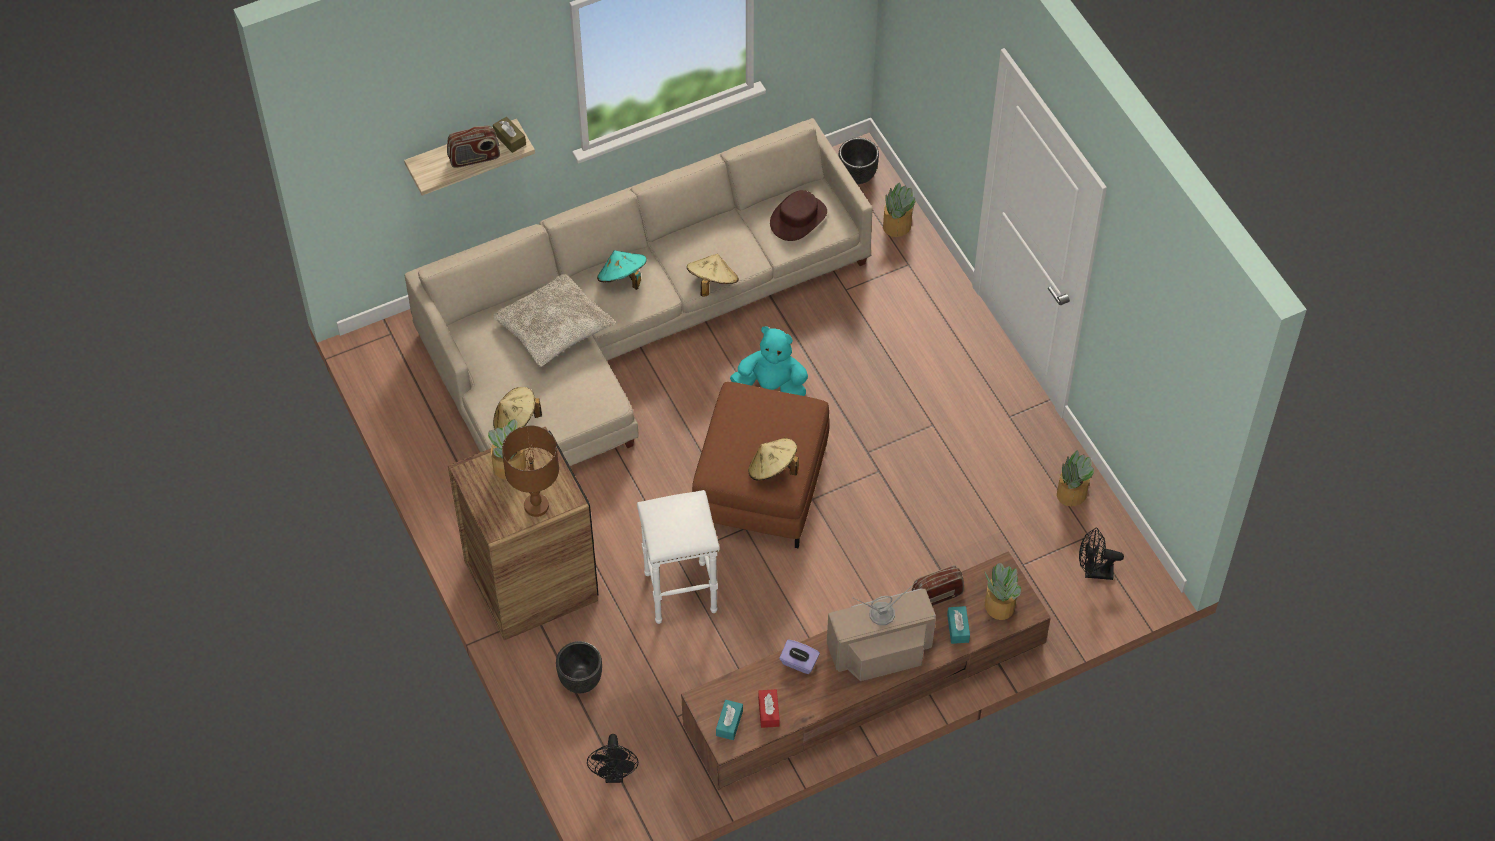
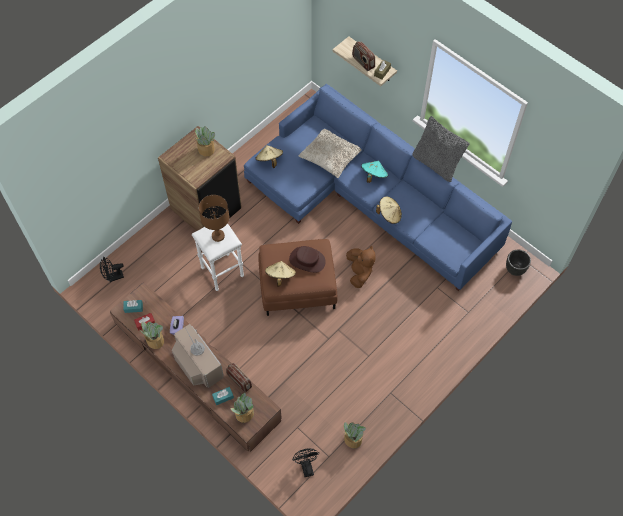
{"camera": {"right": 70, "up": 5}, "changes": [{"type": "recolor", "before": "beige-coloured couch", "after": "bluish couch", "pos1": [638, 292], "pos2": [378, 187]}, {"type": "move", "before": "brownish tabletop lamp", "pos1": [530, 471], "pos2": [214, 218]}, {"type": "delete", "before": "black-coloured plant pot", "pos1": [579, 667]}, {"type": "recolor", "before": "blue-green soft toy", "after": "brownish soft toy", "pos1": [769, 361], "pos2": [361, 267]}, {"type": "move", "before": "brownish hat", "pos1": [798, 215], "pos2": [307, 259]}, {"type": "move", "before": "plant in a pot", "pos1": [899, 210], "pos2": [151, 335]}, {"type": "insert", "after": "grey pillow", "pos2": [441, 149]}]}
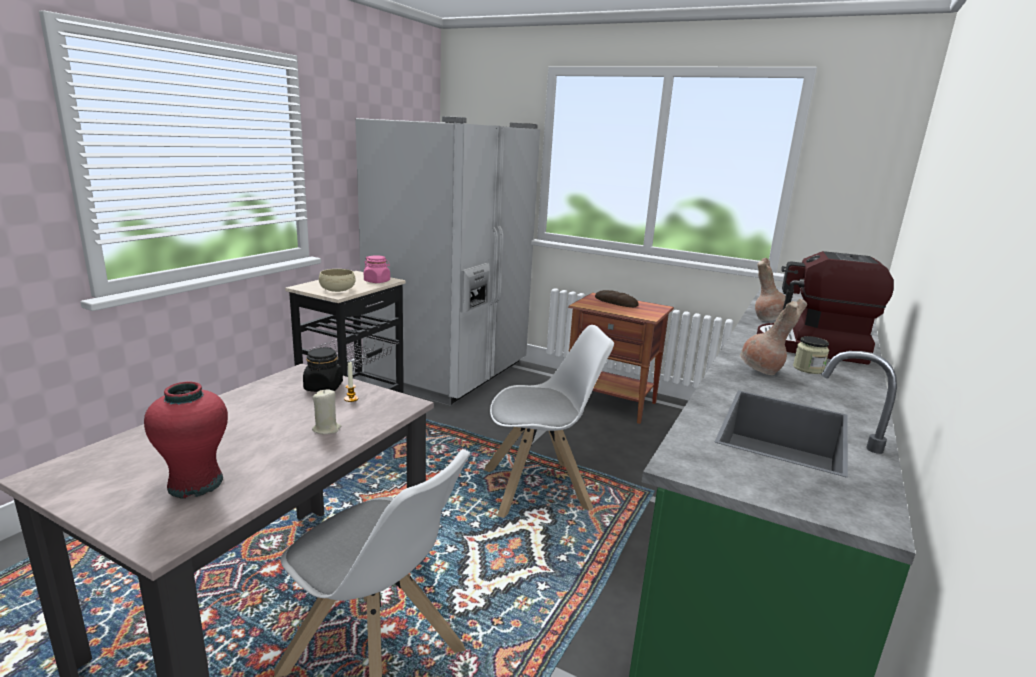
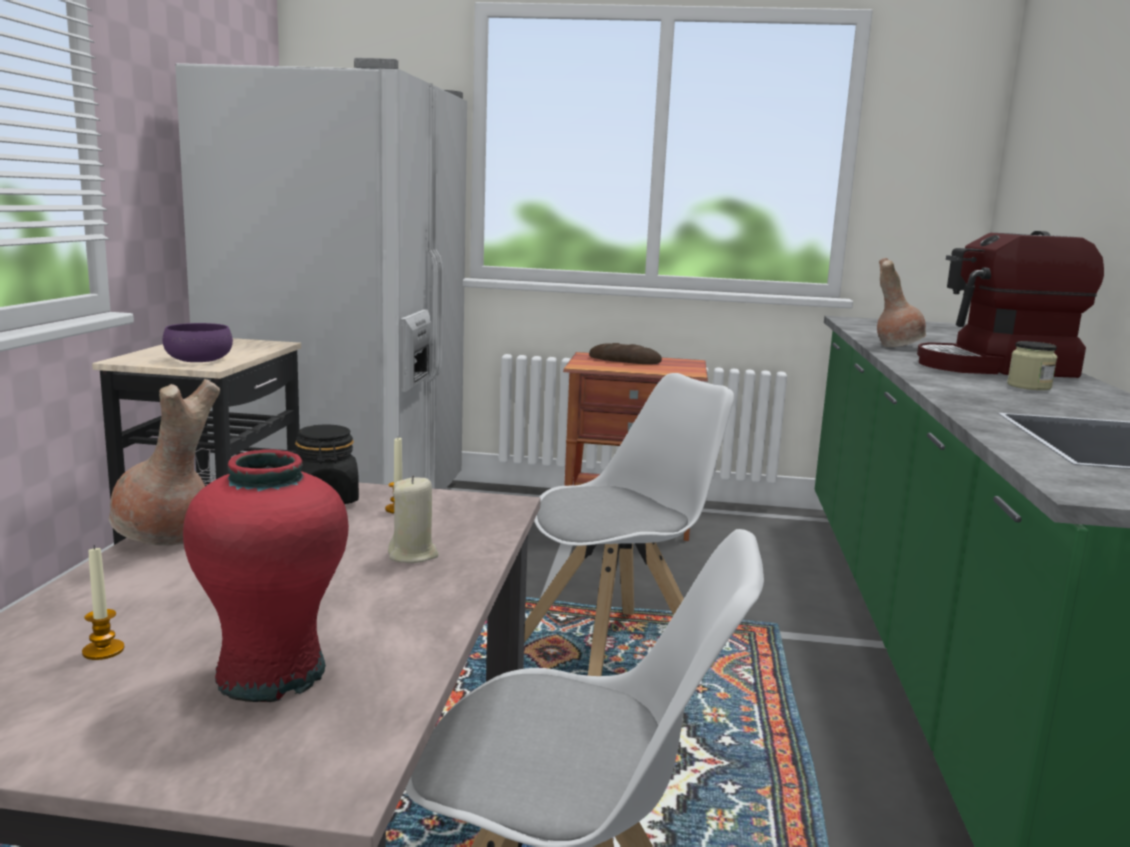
{"camera": {"right": -20, "up": -5}, "changes": [{"type": "recolor", "before": "beige-coloured deep dish", "after": "purple-coloured deep dish", "pos1": [337, 280], "pos2": [197, 342]}, {"type": "delete", "before": "pink-coloured jar", "pos1": [377, 269]}, {"type": "move", "before": "brownish vase", "pos1": [773, 337], "pos2": [164, 462]}, {"type": "insert", "after": "candle", "pos2": [103, 602]}]}
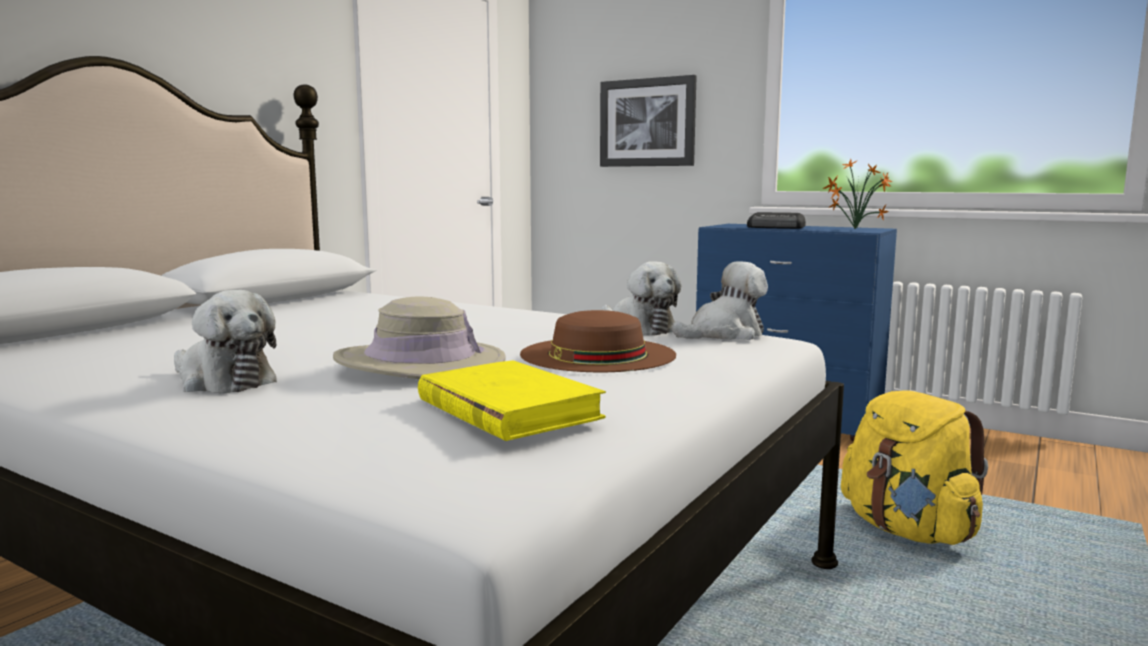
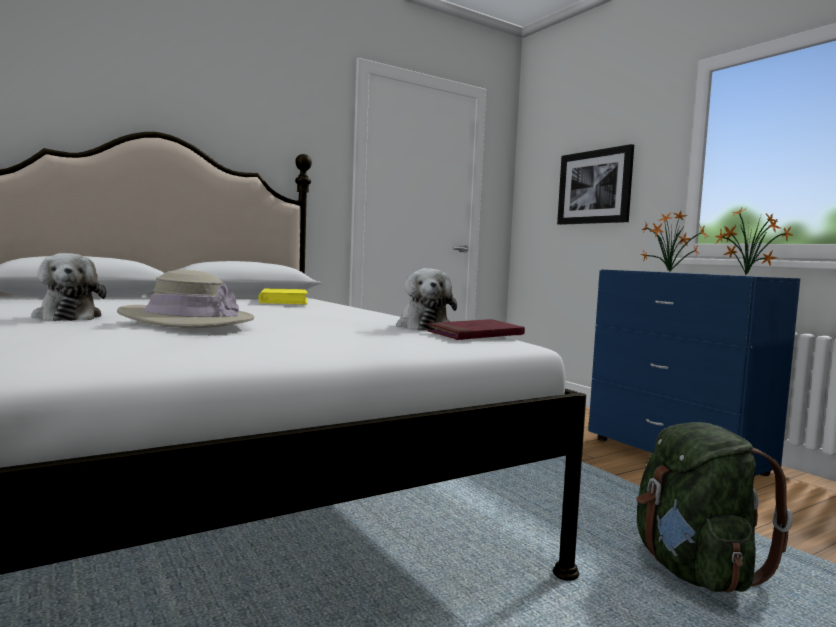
{"camera": {"right": 25, "up": -5}, "changes": [{"type": "move", "before": "yellow volume", "pos1": [512, 400], "pos2": [283, 296]}, {"type": "delete", "before": "brownish hat", "pos1": [598, 341]}, {"type": "replace", "before": "soft toy", "after": "red-coloured volume", "pos1": [720, 301], "pos2": [476, 329]}, {"type": "replace", "before": "radio set", "after": "plant in a pot", "pos1": [776, 220], "pos2": [674, 241]}, {"type": "recolor", "before": "yellow rucksack", "after": "green rucksack", "pos1": [914, 467], "pos2": [714, 507]}]}
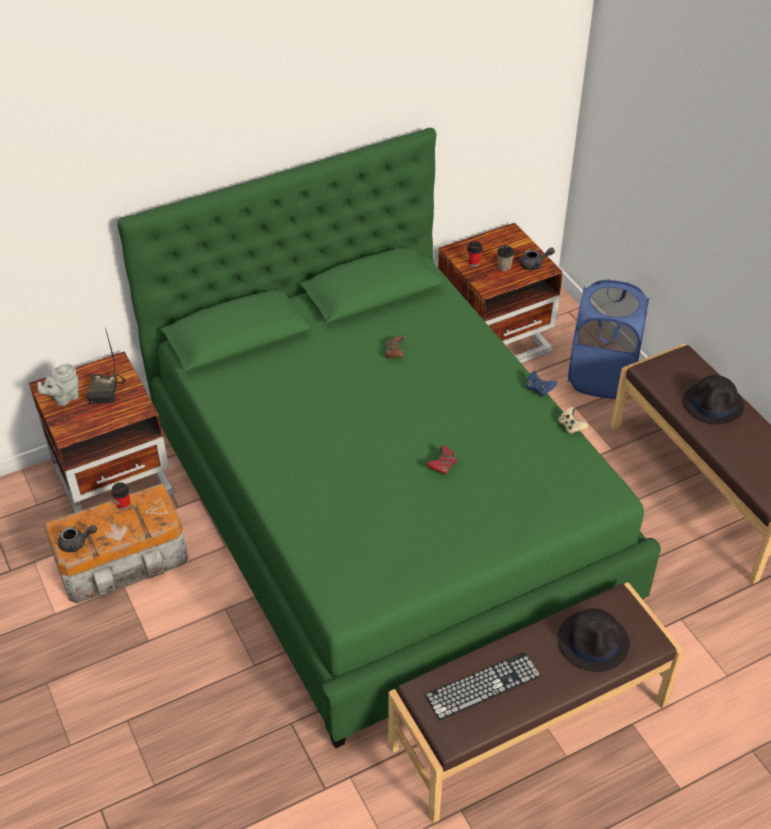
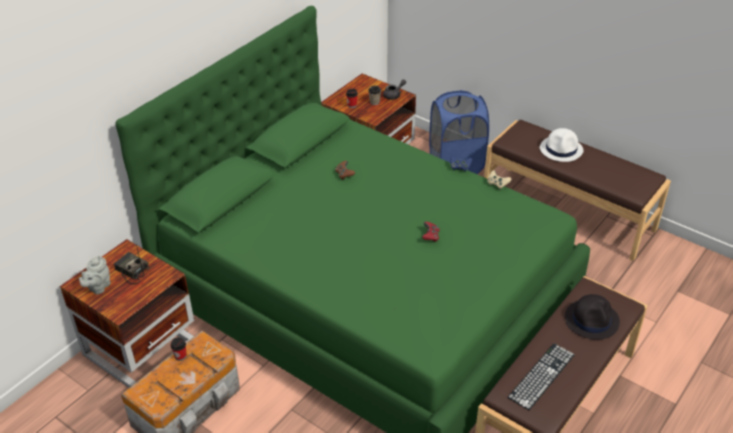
{"camera": {"right": -25, "up": -5}, "changes": [{"type": "delete", "before": "grey pot for tea", "pos1": [77, 538]}, {"type": "rotate", "before": "radio set", "pos1": [106, 366], "pos2": [132, 264], "turn": 150}, {"type": "recolor", "before": "black-coloured hat", "after": "white hat", "pos1": [713, 400], "pos2": [561, 145]}]}
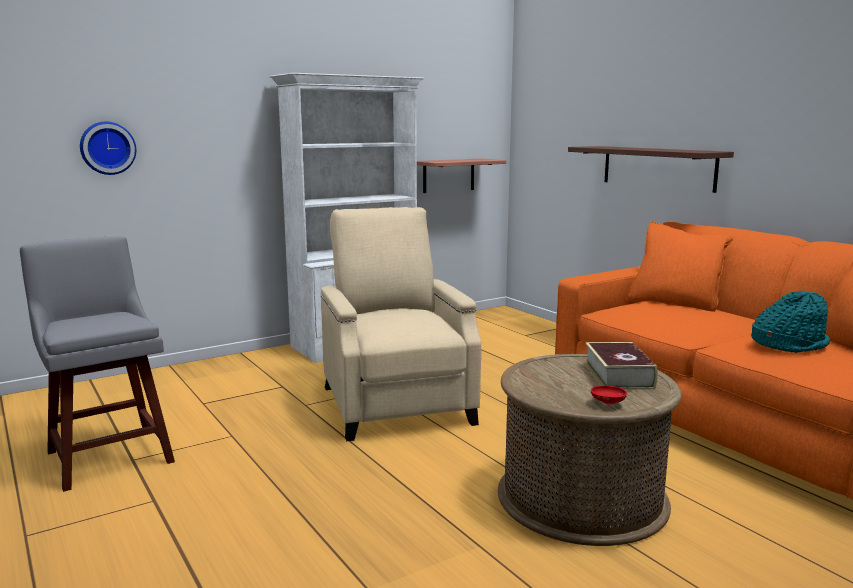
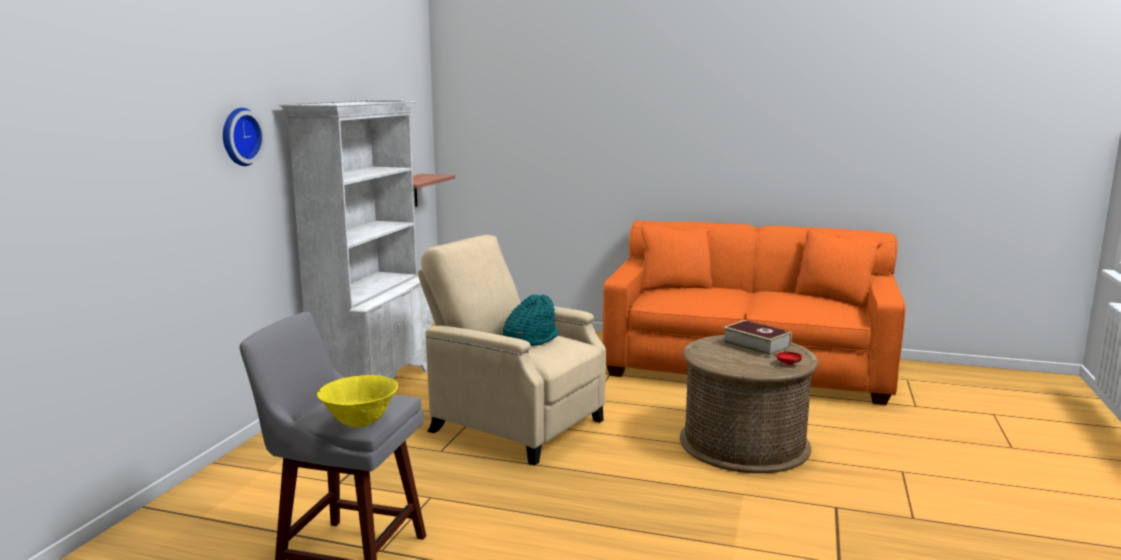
{"camera": {"right": -40, "up": 0}, "changes": [{"type": "move", "before": "wall clock", "pos1": [108, 148], "pos2": [244, 137]}, {"type": "delete", "before": "shelf", "pos1": [651, 169]}, {"type": "move", "before": "blue-green hat", "pos1": [790, 322], "pos2": [530, 320]}, {"type": "insert", "after": "yellow deep dish", "pos2": [357, 401]}]}
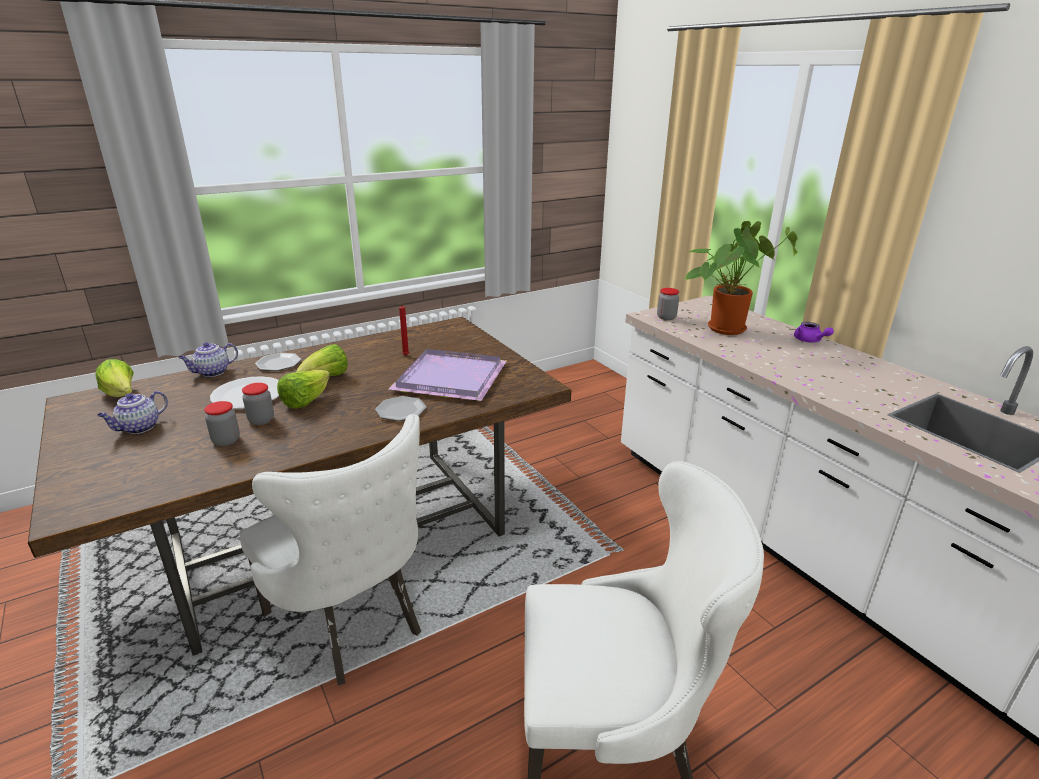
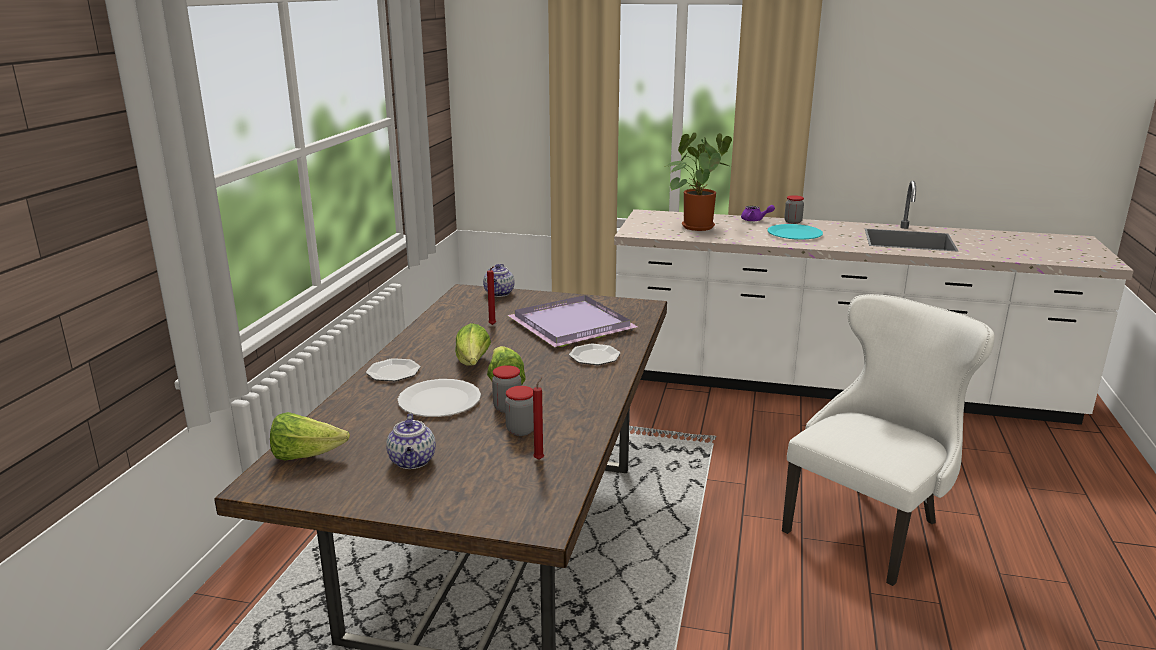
{"camera": {"right": -45, "up": -5}, "changes": [{"type": "move", "before": "pot for tea", "pos1": [208, 359], "pos2": [499, 280]}, {"type": "delete", "before": "white upright chair", "pos1": [330, 549]}, {"type": "move", "before": "jar", "pos1": [668, 304], "pos2": [794, 209]}, {"type": "insert", "after": "red-coloured candle", "pos2": [538, 418]}, {"type": "insert", "after": "blue-green flat dish", "pos2": [795, 232]}]}
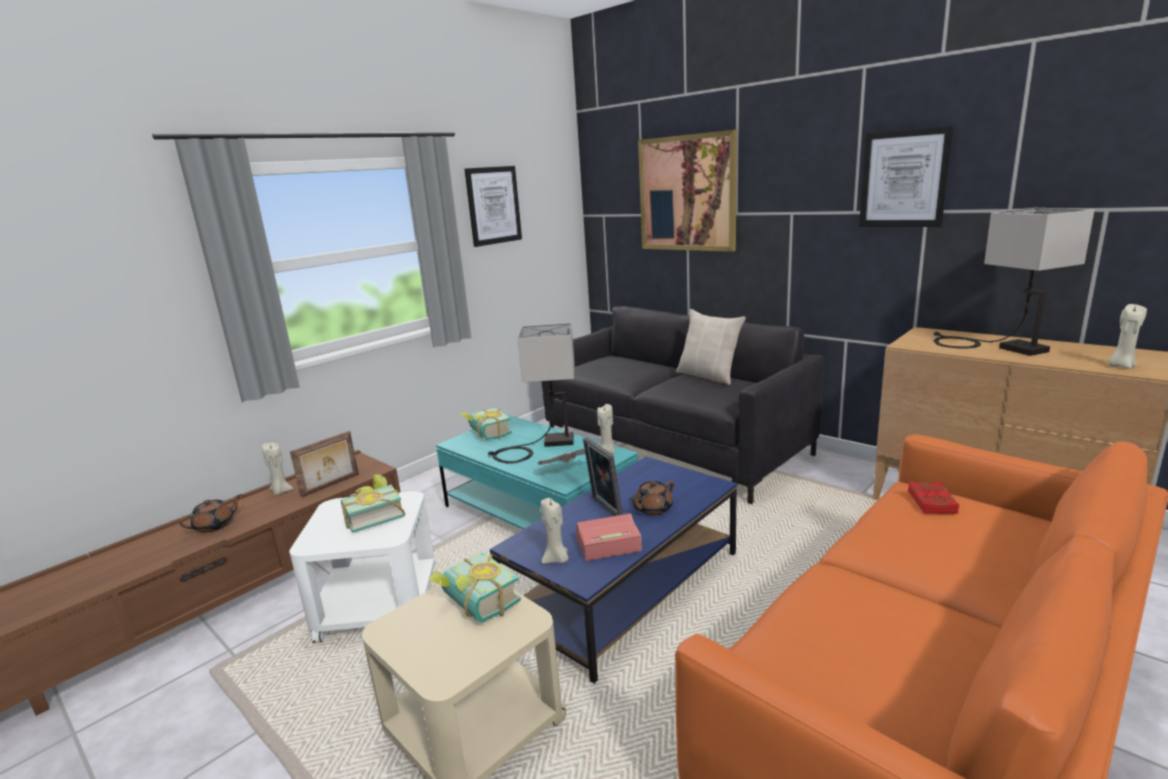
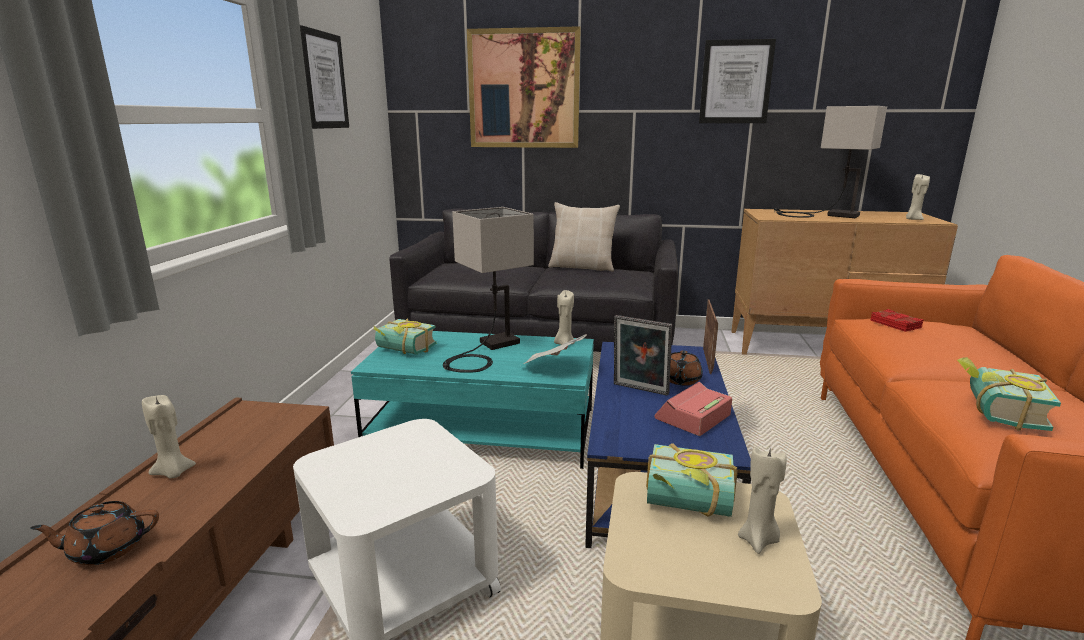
{"camera": {"right": -35, "up": 0}, "changes": [{"type": "rotate", "before": "brownish pot for tea", "pos1": [210, 513], "pos2": [94, 533], "turn": -120}, {"type": "move", "before": "standing frame", "pos1": [324, 464], "pos2": [710, 336]}, {"type": "move", "before": "volume", "pos1": [373, 503], "pos2": [1009, 394]}, {"type": "move", "before": "beige-coloured candle", "pos1": [554, 531], "pos2": [762, 500]}]}
